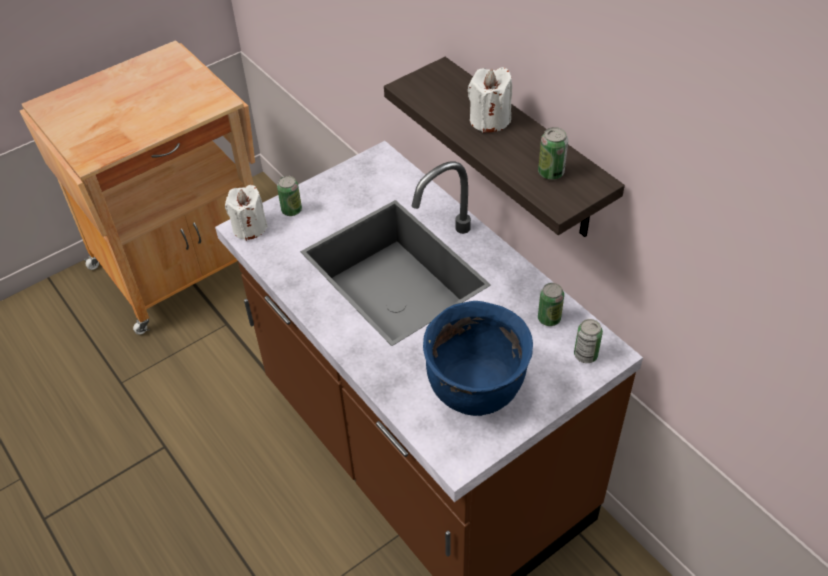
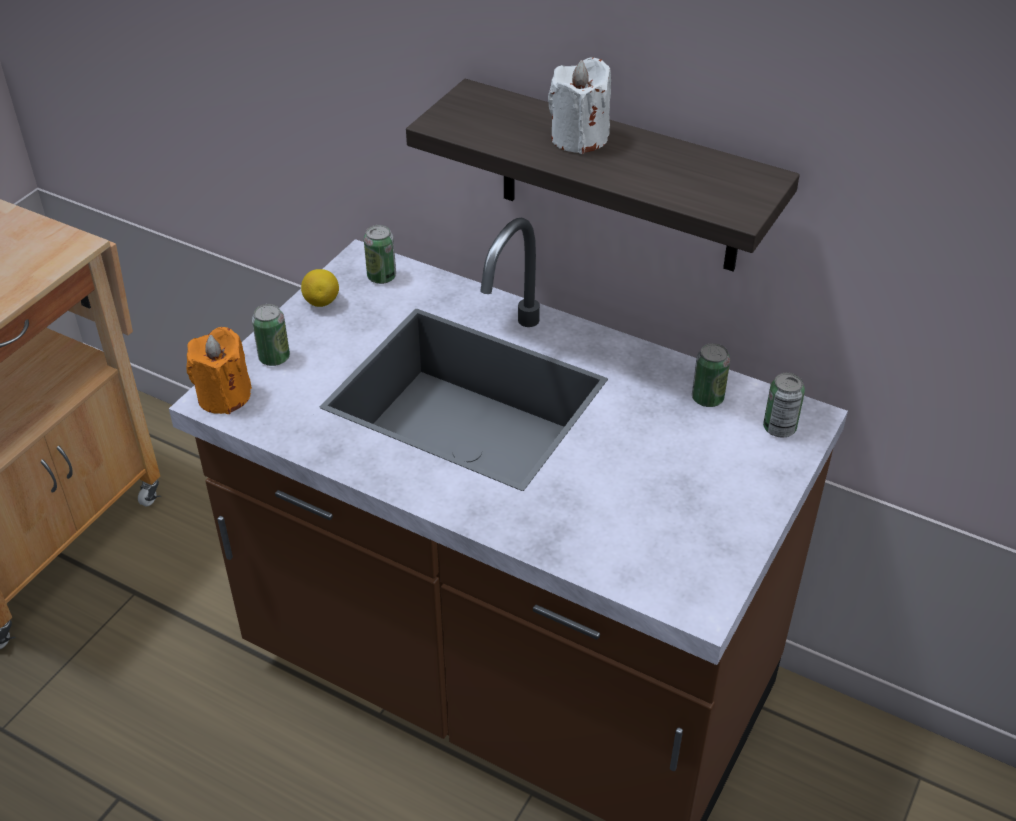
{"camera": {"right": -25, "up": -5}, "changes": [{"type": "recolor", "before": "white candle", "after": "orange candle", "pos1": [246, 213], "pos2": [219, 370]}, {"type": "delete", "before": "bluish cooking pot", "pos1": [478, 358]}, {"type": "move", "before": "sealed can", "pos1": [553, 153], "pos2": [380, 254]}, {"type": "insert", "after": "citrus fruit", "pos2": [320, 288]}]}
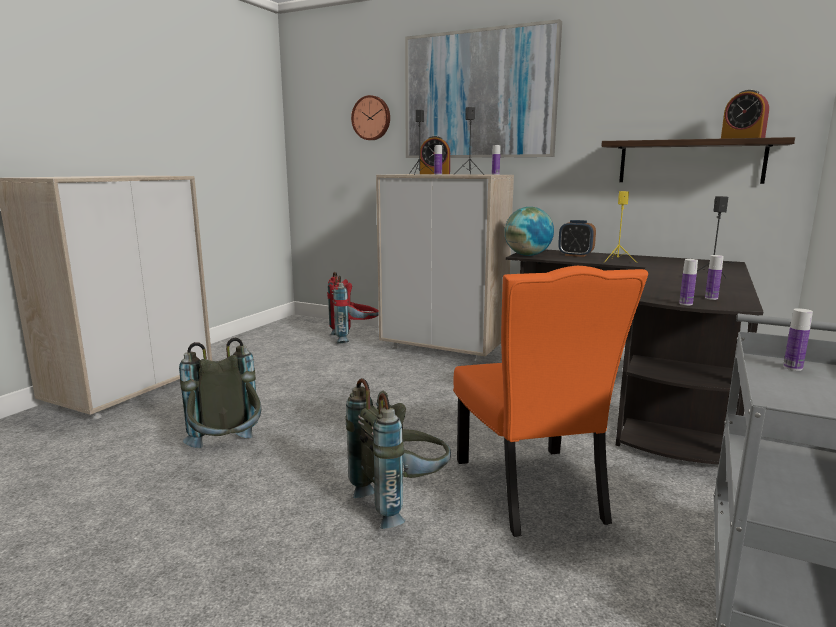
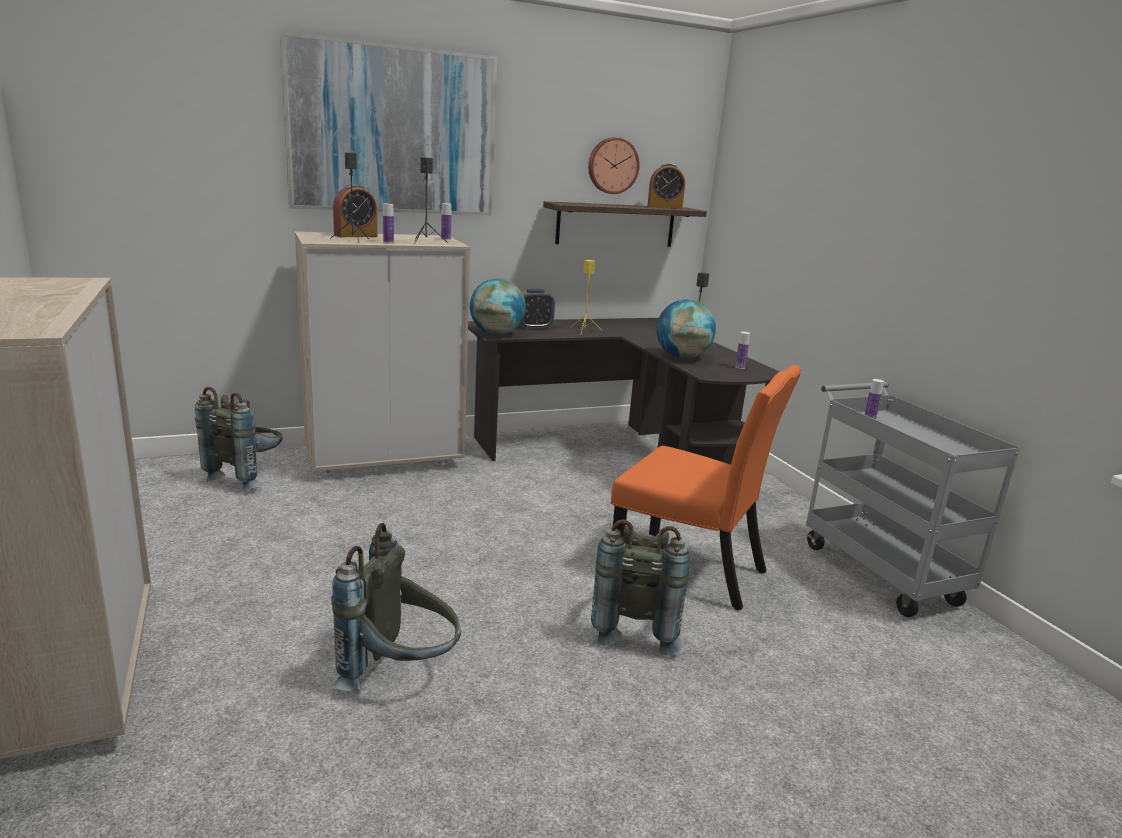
{"camera": {"right": -50, "up": 5}, "changes": [{"type": "recolor", "before": "red-coloured rucksack", "after": "grey rucksack", "pos1": [353, 307], "pos2": [239, 439]}, {"type": "move", "before": "wall clock", "pos1": [370, 117], "pos2": [614, 165]}, {"type": "delete", "before": "beverage bottle", "pos1": [688, 282]}, {"type": "insert", "after": "world globe", "pos2": [686, 329]}]}
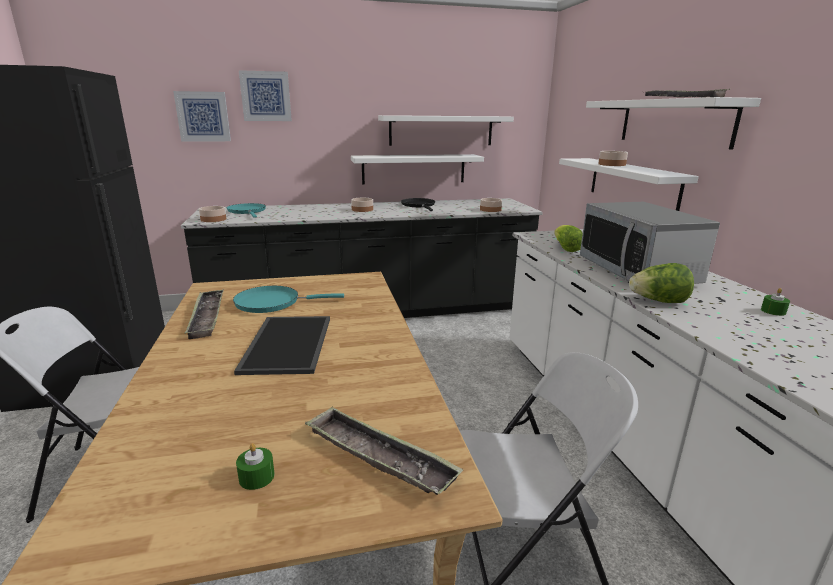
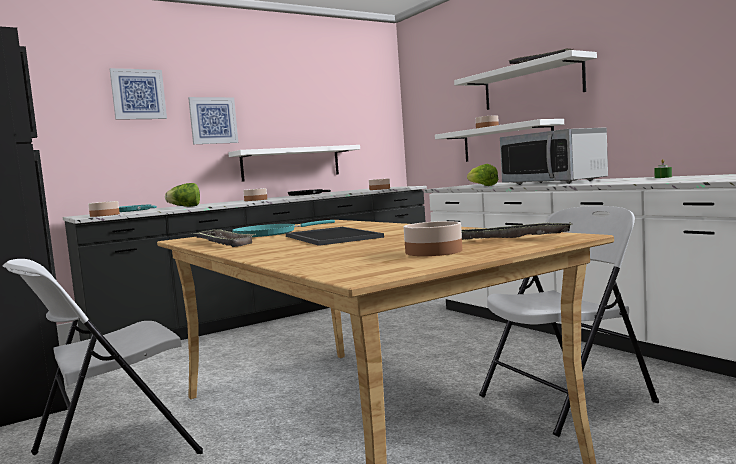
{"camera": {"right": -20, "up": -15}, "changes": [{"type": "move", "before": "wall picture", "pos1": [202, 116], "pos2": [213, 120]}, {"type": "replace", "before": "green candle", "after": "deep dish", "pos1": [255, 466], "pos2": [433, 238]}, {"type": "delete", "before": "white shelf", "pos1": [446, 130]}, {"type": "move", "before": "head of lettuce", "pos1": [661, 283], "pos2": [182, 195]}]}
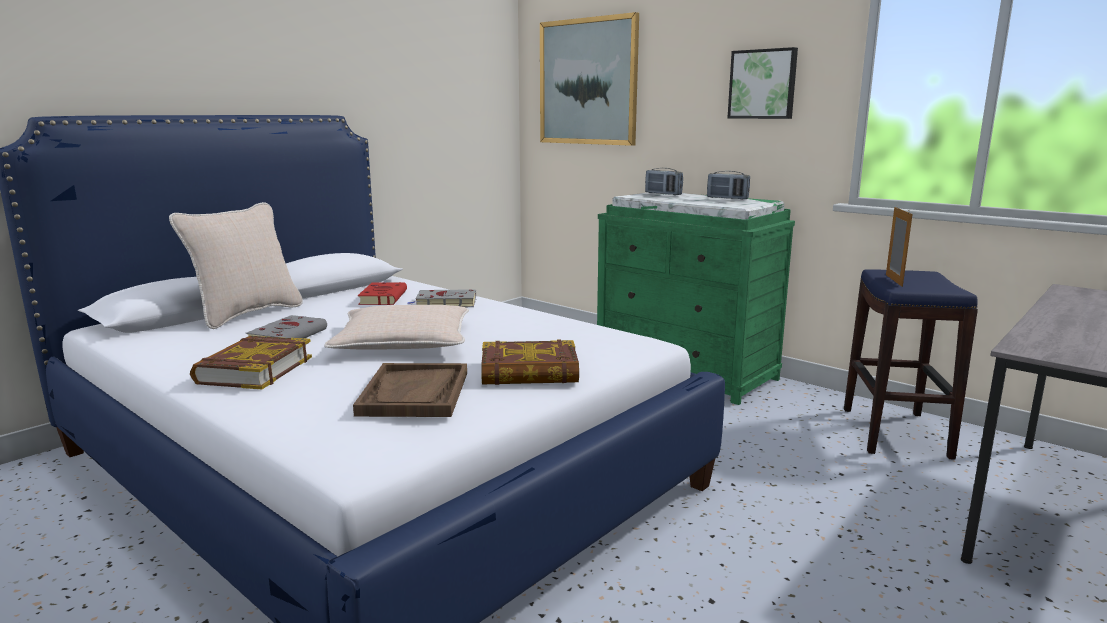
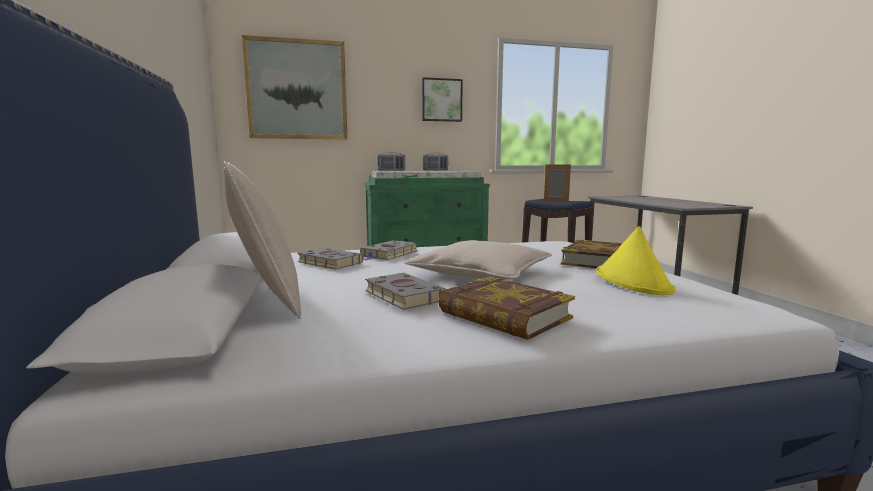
{"camera": {"right": -55, "up": -5}, "changes": [{"type": "replace", "before": "brownish carrying tray", "after": "yellow hat", "pos1": [410, 390], "pos2": [636, 260]}, {"type": "recolor", "before": "red-coloured volume", "after": "grey volume", "pos1": [382, 293], "pos2": [330, 258]}]}
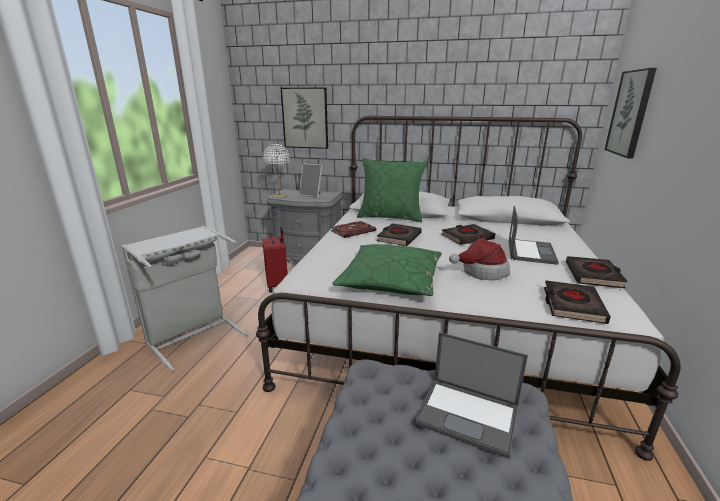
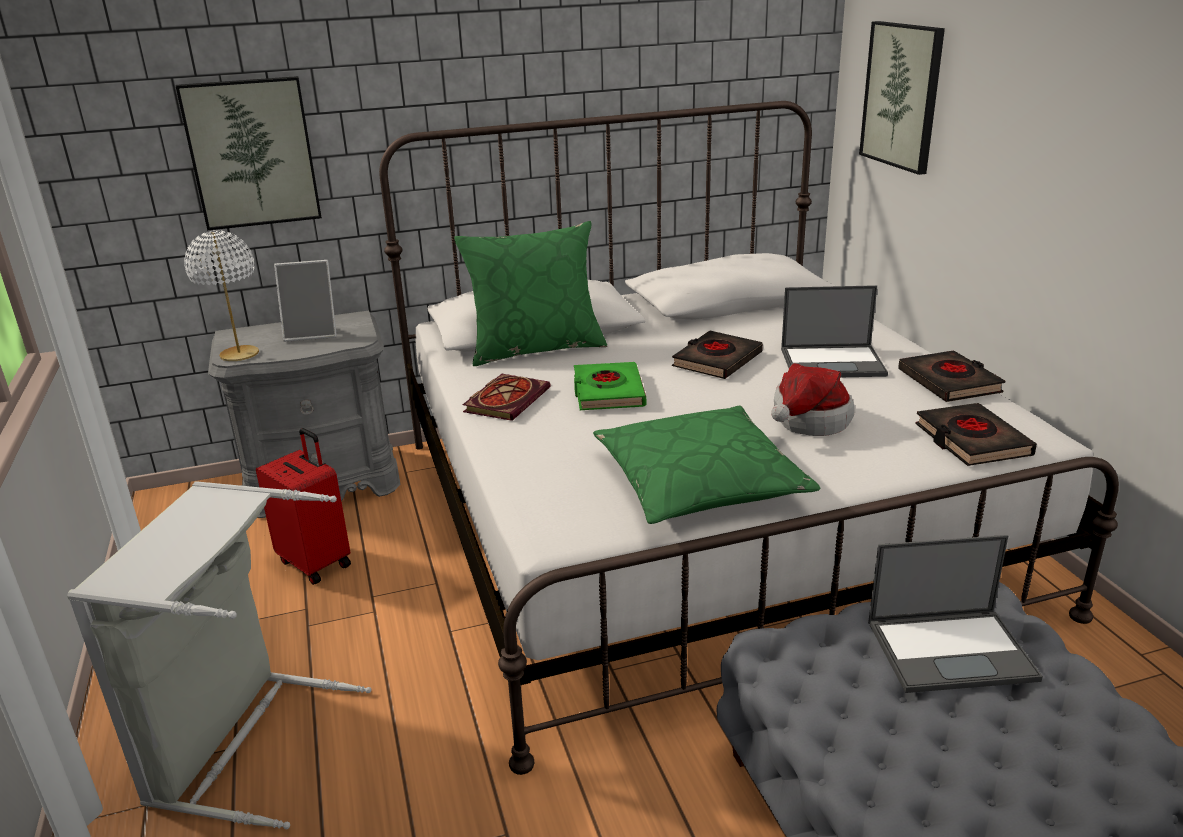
{"camera": {"right": -30, "up": 5}, "changes": [{"type": "recolor", "before": "black-coloured volume", "after": "green volume", "pos1": [399, 234], "pos2": [610, 386]}, {"type": "rotate", "before": "notebook computer", "pos1": [534, 235], "pos2": [834, 331], "turn": 105}]}
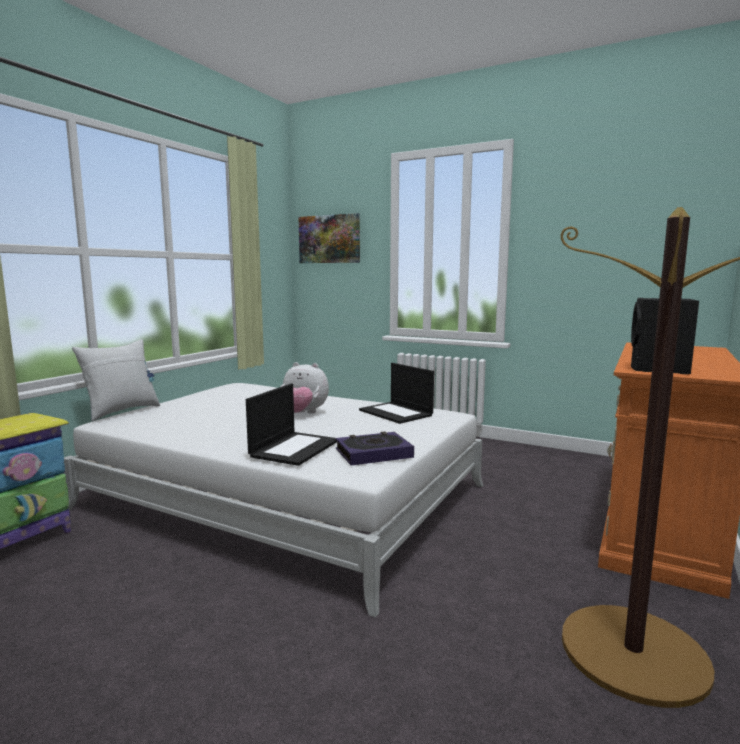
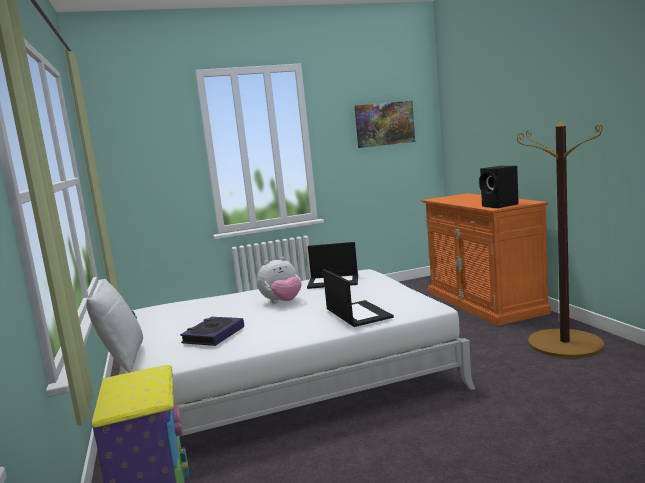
{"camera": {"right": -45, "up": 0}, "changes": [{"type": "move", "before": "wall picture", "pos1": [329, 238], "pos2": [384, 124]}, {"type": "move", "before": "volume", "pos1": [375, 449], "pos2": [212, 331]}]}
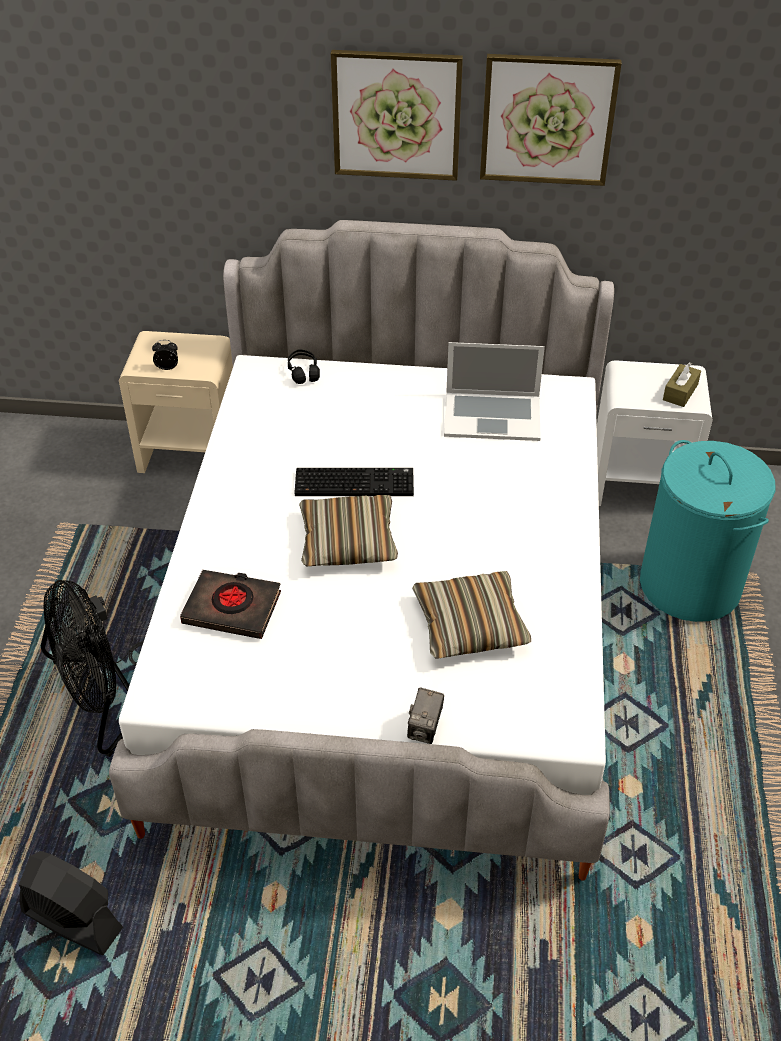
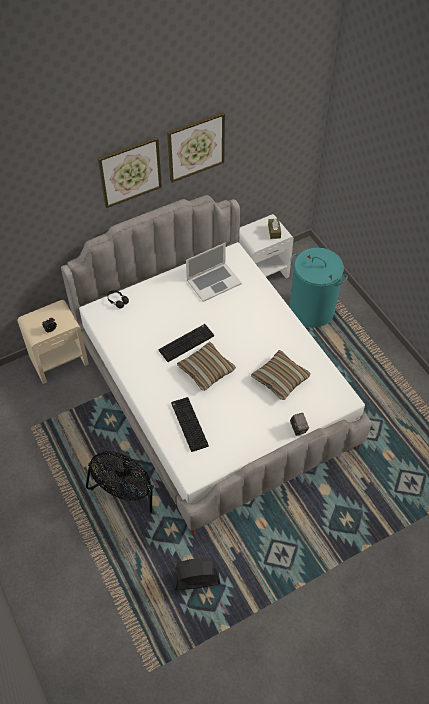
{"camera": {"right": -35, "up": 10}, "changes": [{"type": "replace", "before": "black-coloured volume", "after": "keyboard", "pos1": [230, 604], "pos2": [190, 424]}]}
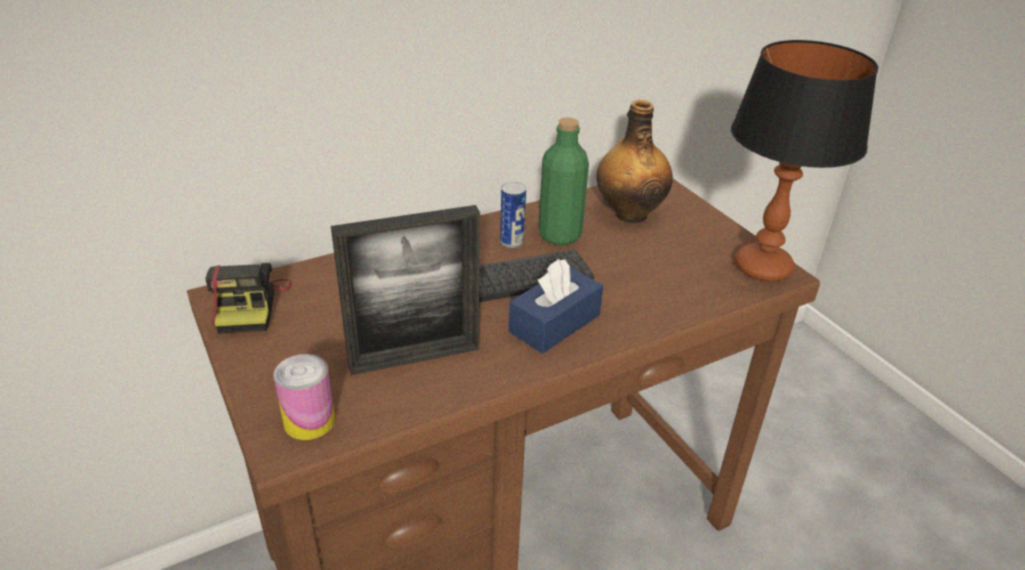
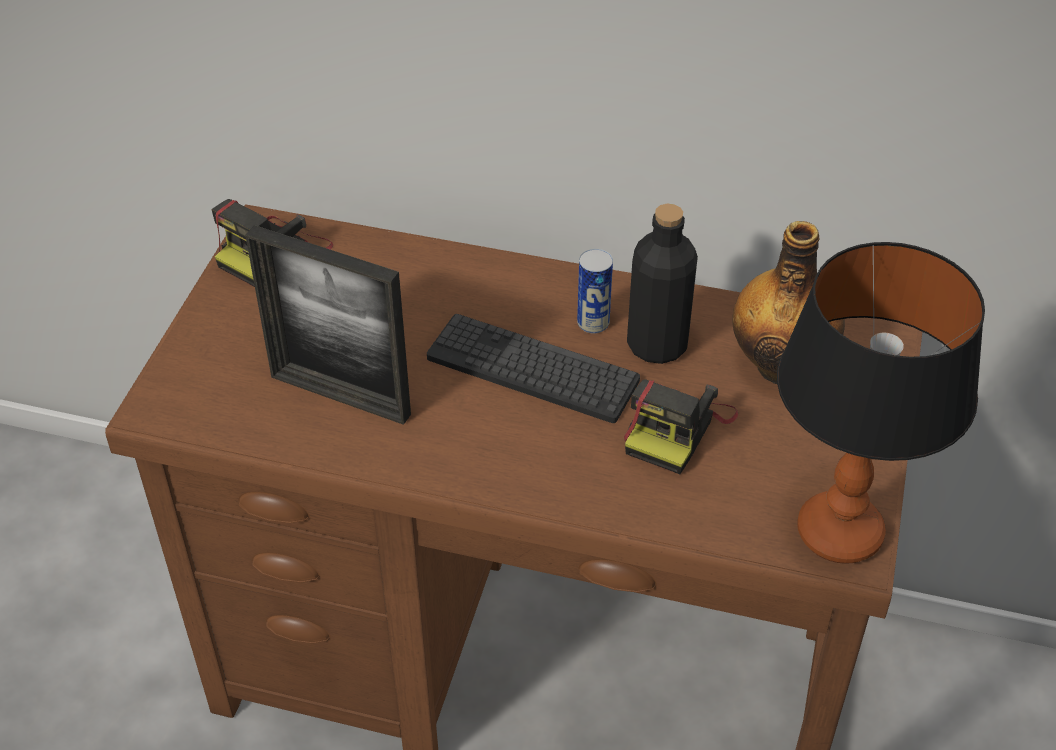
{"camera": {"right": 45, "up": 10}, "changes": [{"type": "delete", "before": "sealed can", "pos1": [304, 397]}, {"type": "delete", "before": "bluish tissue holder", "pos1": [556, 306]}, {"type": "recolor", "before": "green beverage bottle", "after": "black-coloured beverage bottle", "pos1": [563, 181], "pos2": [662, 284]}, {"type": "insert", "after": "photo camera", "pos2": [681, 426]}]}
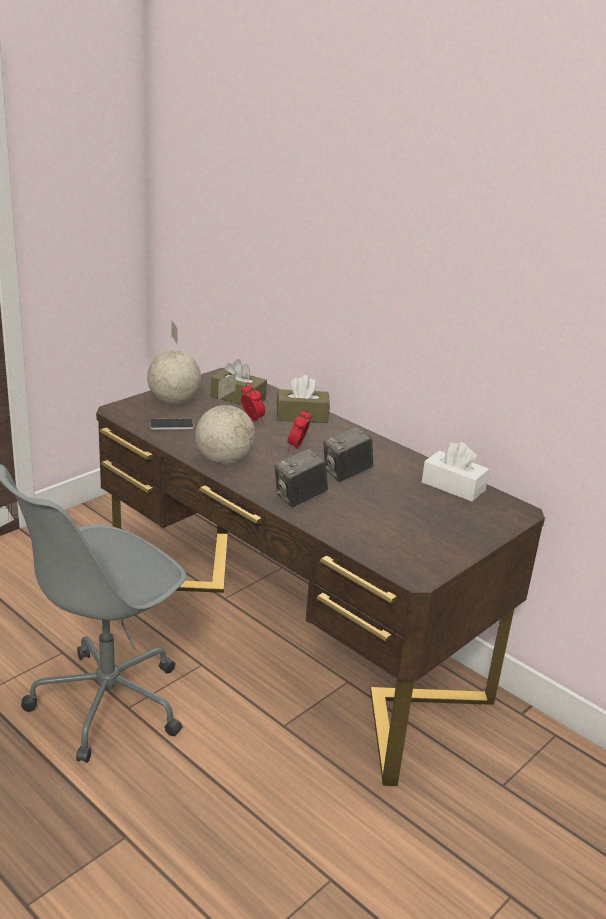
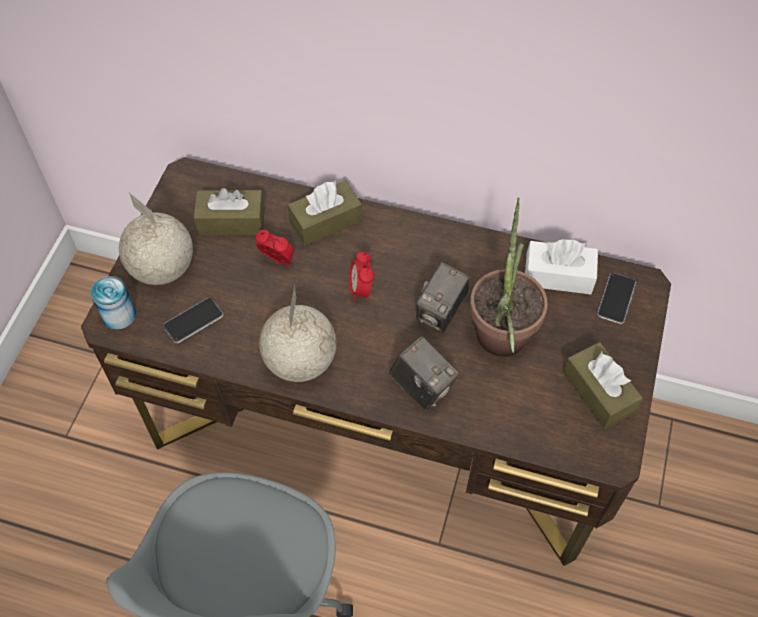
{"camera": {"right": -25, "up": 30}, "changes": [{"type": "rotate", "before": "photo camera", "pos1": [301, 477], "pos2": [424, 373], "turn": -75}, {"type": "insert", "after": "sealed can", "pos2": [113, 303]}, {"type": "insert", "after": "plant in a pot", "pos2": [509, 277]}, {"type": "insert", "after": "brownish tissue holder", "pos2": [603, 385]}, {"type": "insert", "after": "telephone", "pos2": [616, 298]}]}
